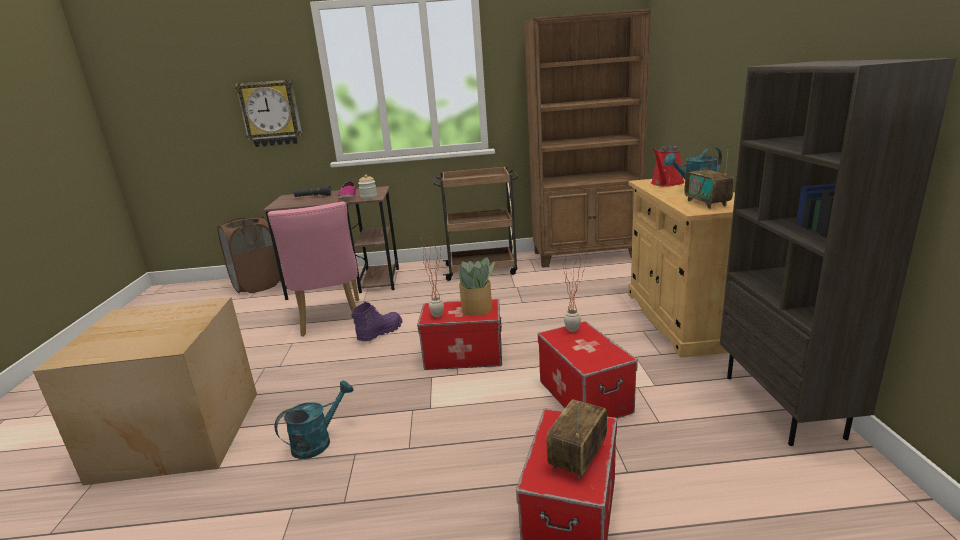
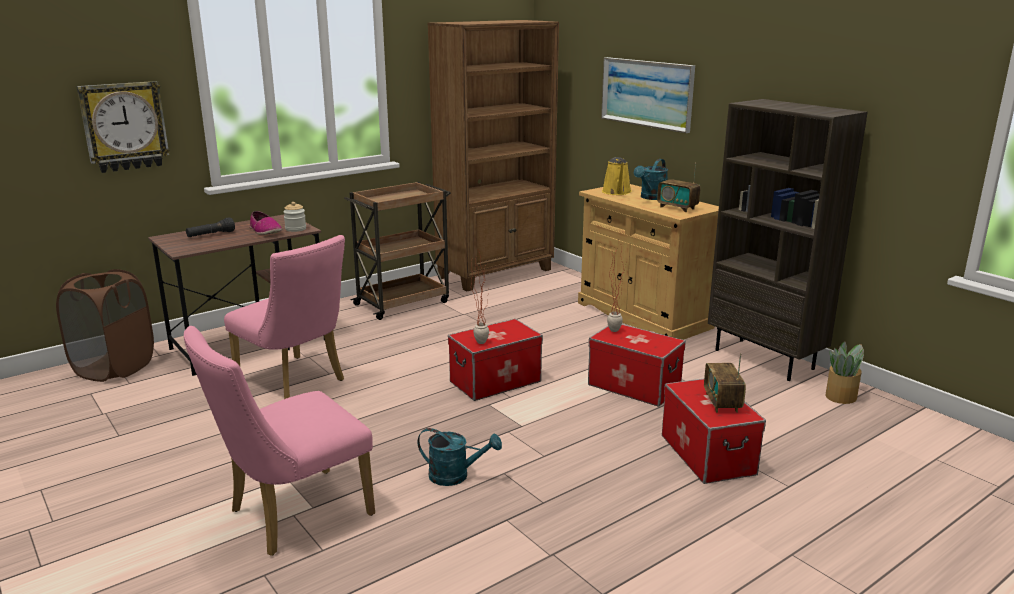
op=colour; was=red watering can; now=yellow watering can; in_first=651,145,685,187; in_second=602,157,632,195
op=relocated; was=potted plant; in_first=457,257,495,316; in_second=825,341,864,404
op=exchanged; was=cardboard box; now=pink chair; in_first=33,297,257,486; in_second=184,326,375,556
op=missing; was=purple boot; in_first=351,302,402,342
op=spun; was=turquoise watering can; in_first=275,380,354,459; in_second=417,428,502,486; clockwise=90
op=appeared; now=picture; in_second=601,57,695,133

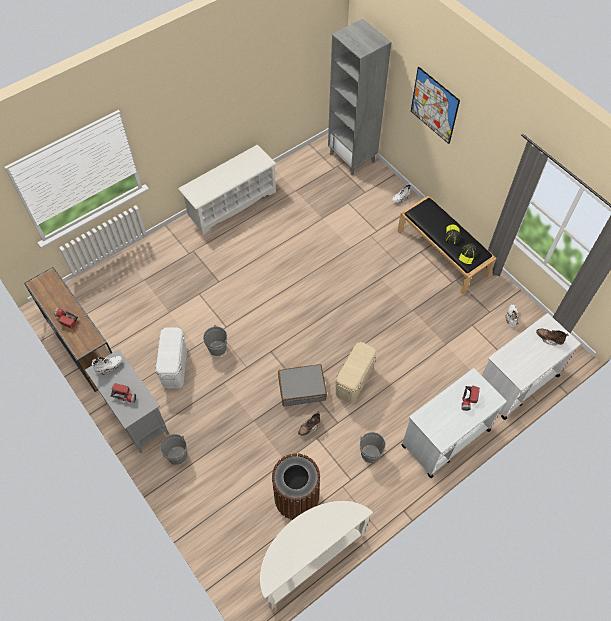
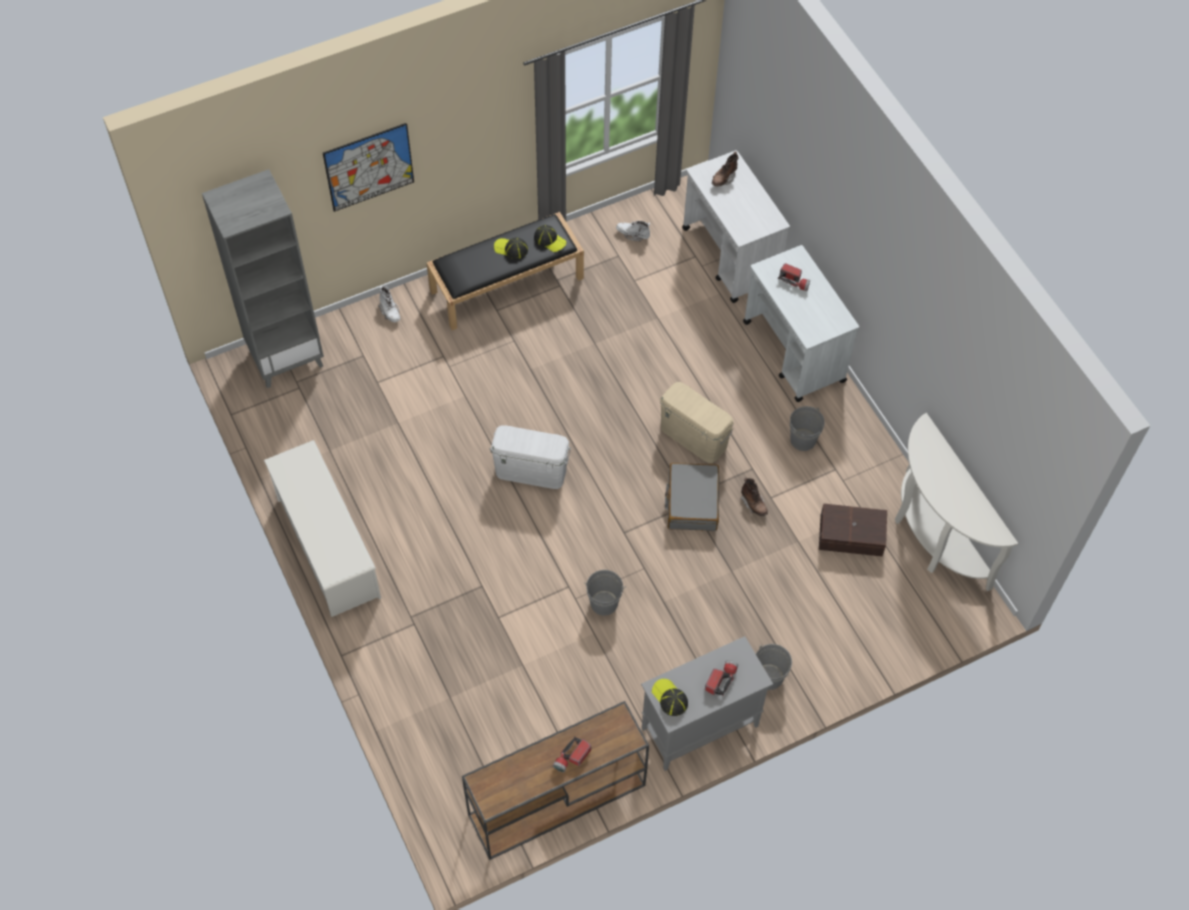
op=relocated; was=white storage box; in_first=155,327,187,388; in_second=489,425,571,489
op=exchanged; was=white boot; now=cap; in_first=91,356,122,376; in_second=652,679,688,716
op=exchanged; was=brown trash can; now=brown storage box; in_first=272,453,320,520; in_second=819,504,887,556

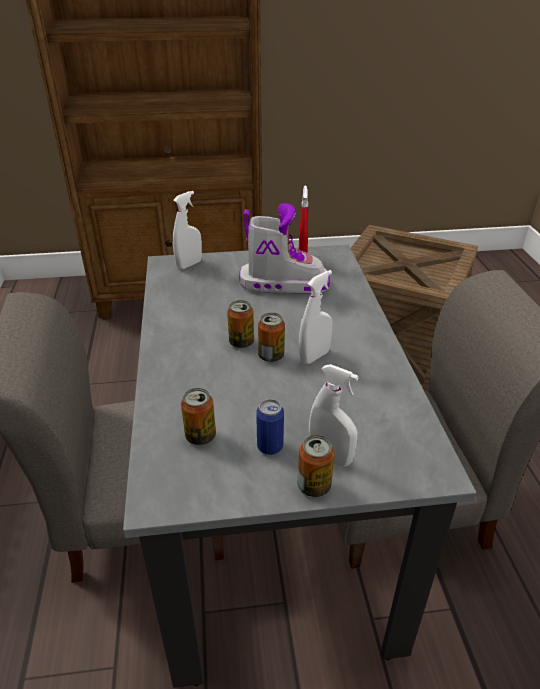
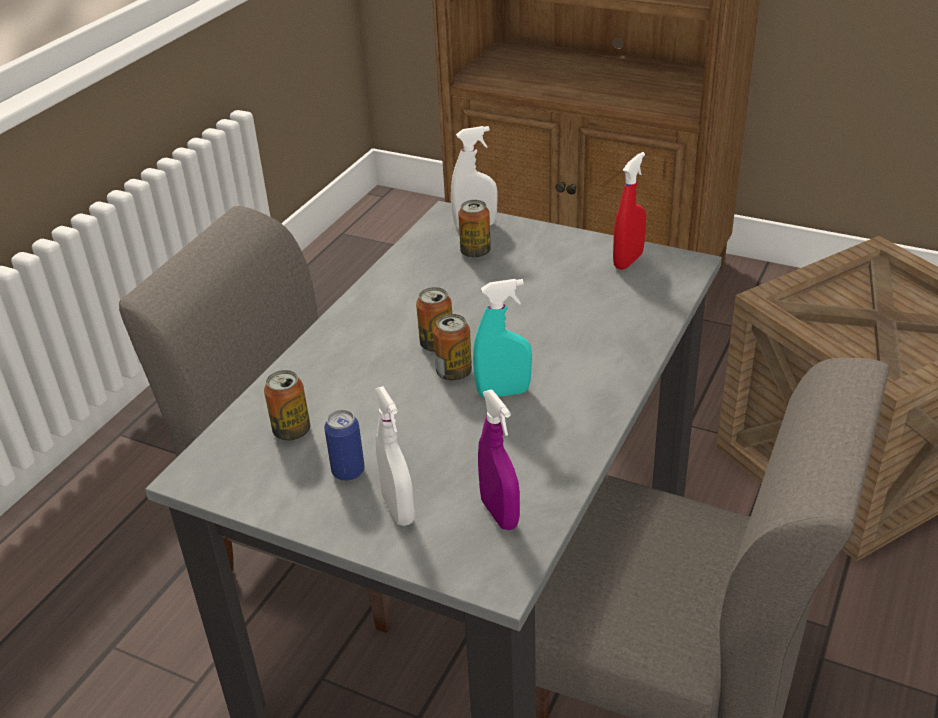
op=missing; was=boot; in_first=239,203,330,293
op=colour; was=white spray bottle; now=turquoise spray bottle; in_first=299,270,332,364; in_second=473,279,532,398
op=relocated; was=can; in_first=298,435,335,497; in_second=458,200,491,258
op=appeared; now=purple spray bottle; in_second=478,390,520,530

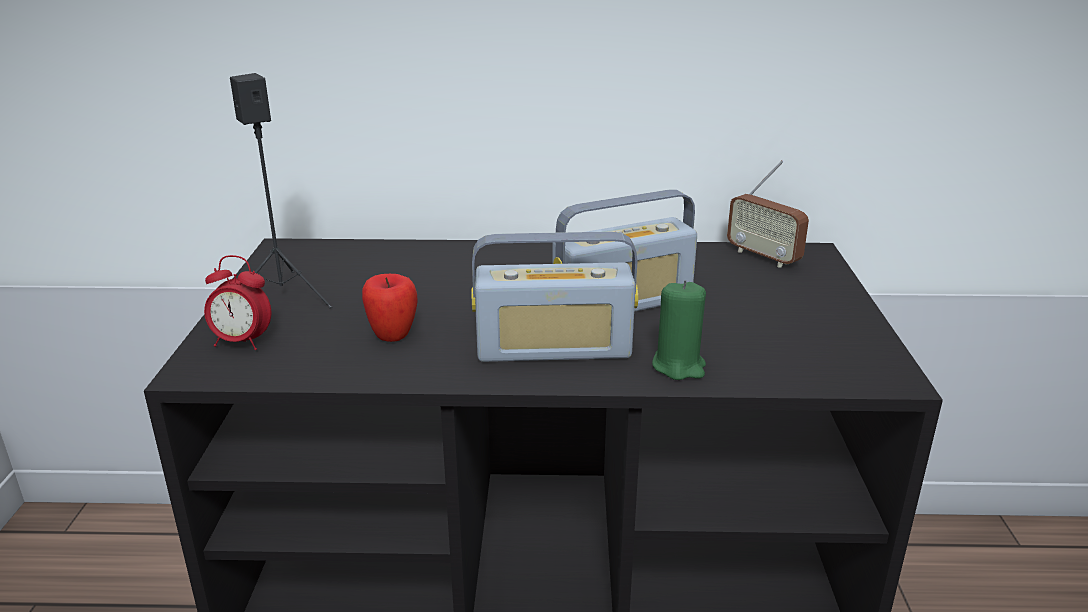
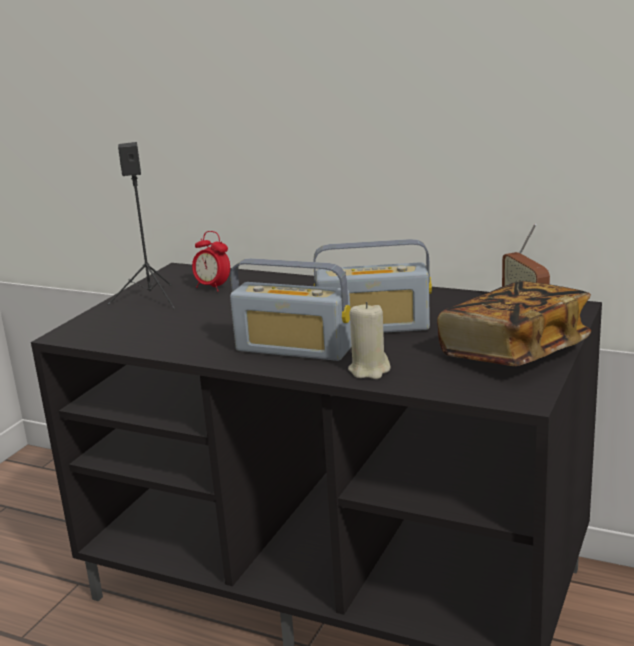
op=relocated; was=alarm clock; in_first=204,255,271,350; in_second=192,231,230,292
op=missing; was=apple; in_first=362,274,418,342
op=colour; was=green candle; now=beige candle; in_first=652,280,706,380; in_second=348,302,390,379
op=appeared; now=book; in_second=437,281,591,366

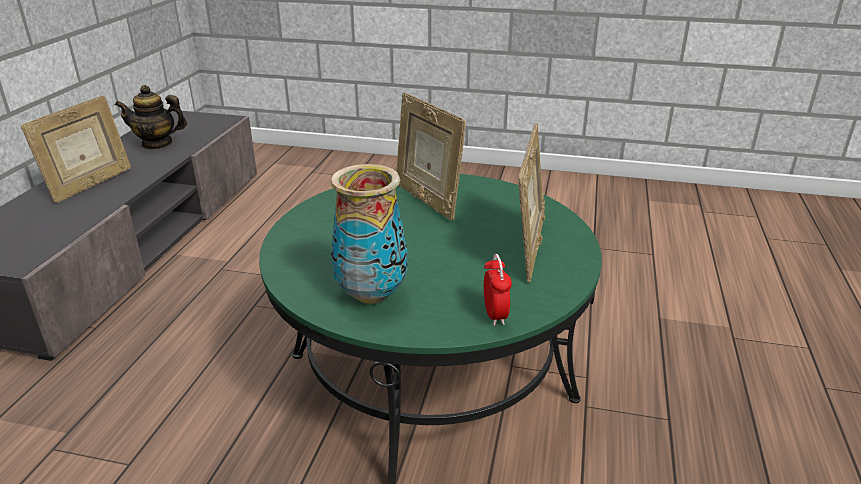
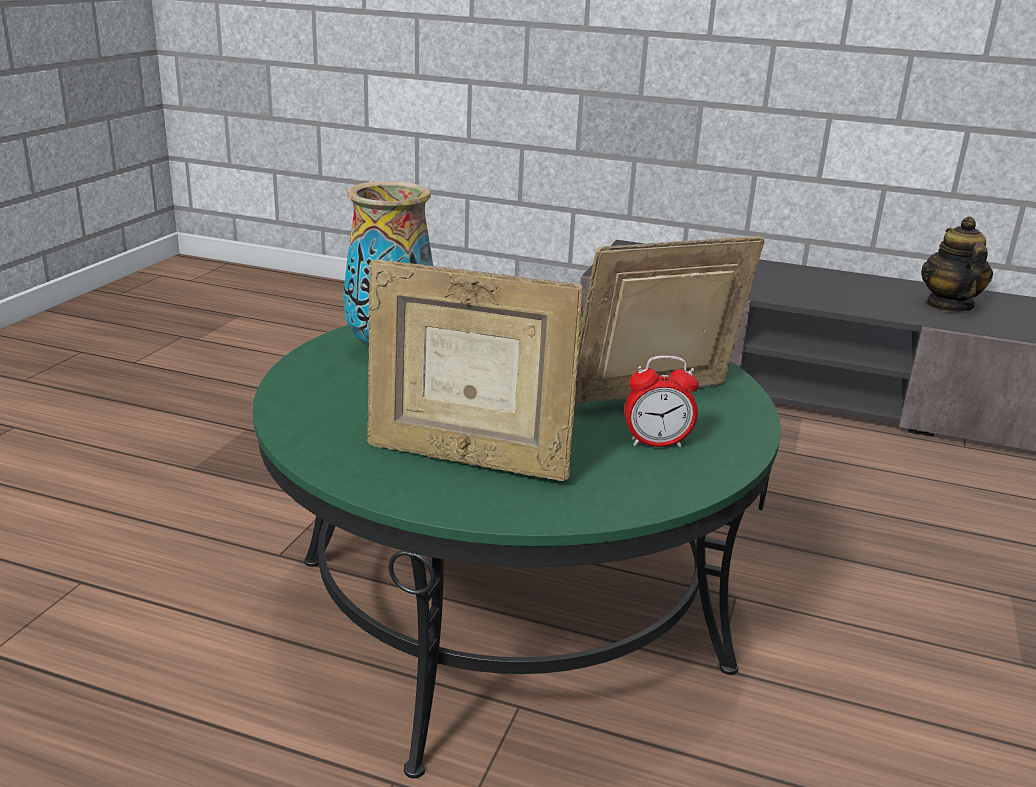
op=missing; was=picture frame; in_first=21,95,131,203
op=relocated; was=alarm clock; in_first=484,254,512,326; in_second=624,355,699,447

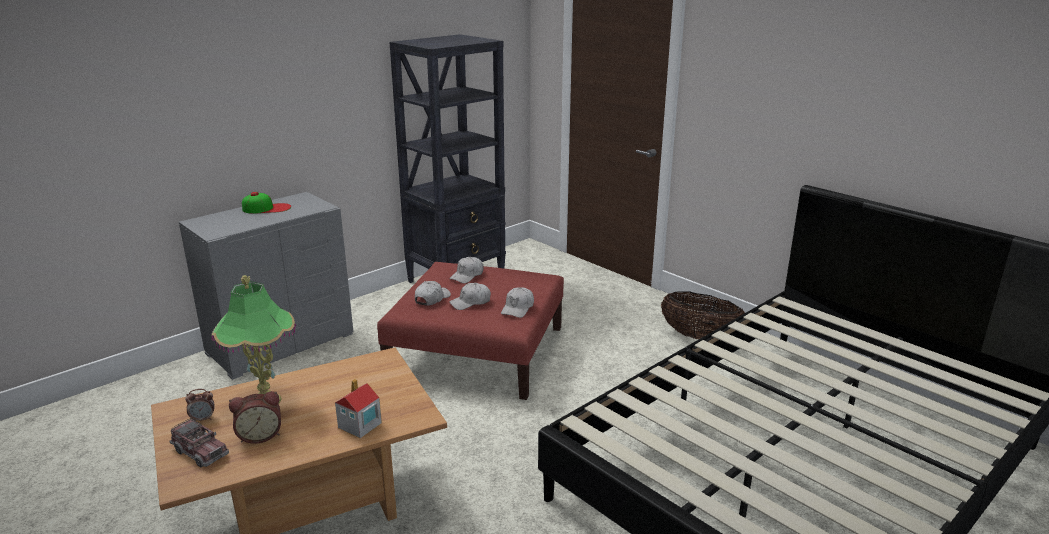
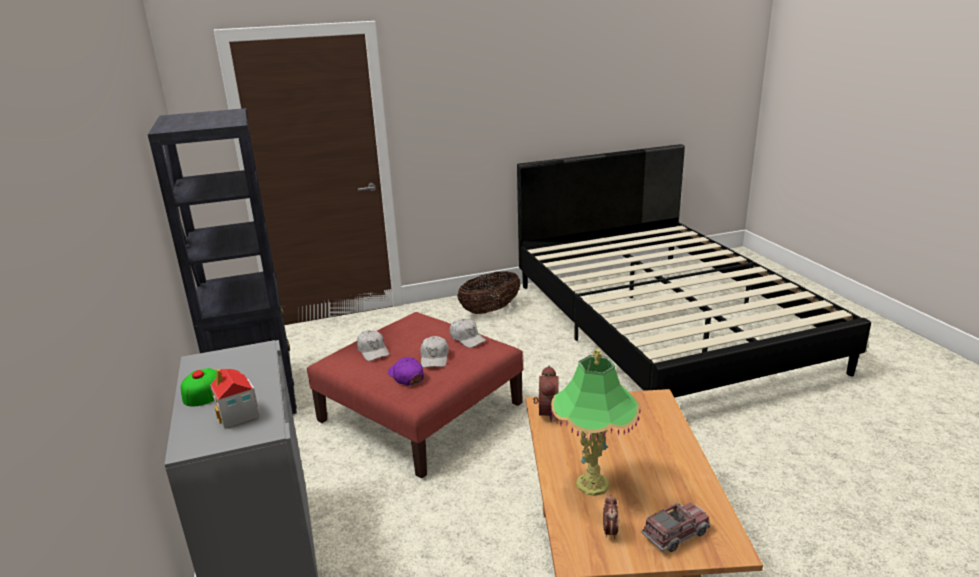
op=colour; was=white cap; now=purple cap; in_first=415,281,451,306; in_second=388,357,424,386
op=relocated; was=toy house; in_first=335,379,382,438; in_second=210,369,259,429
op=relocated; was=alarm clock; in_first=229,391,281,444; in_second=533,366,558,421

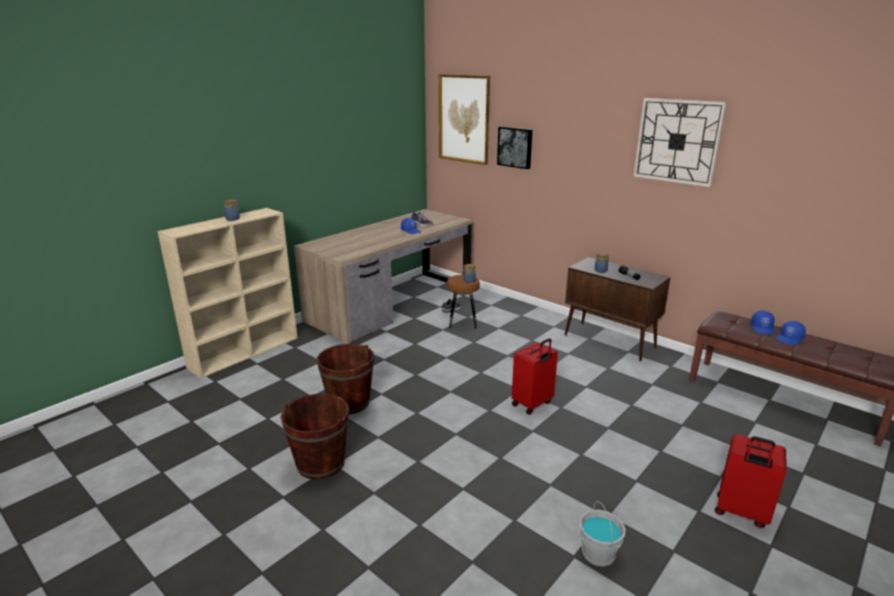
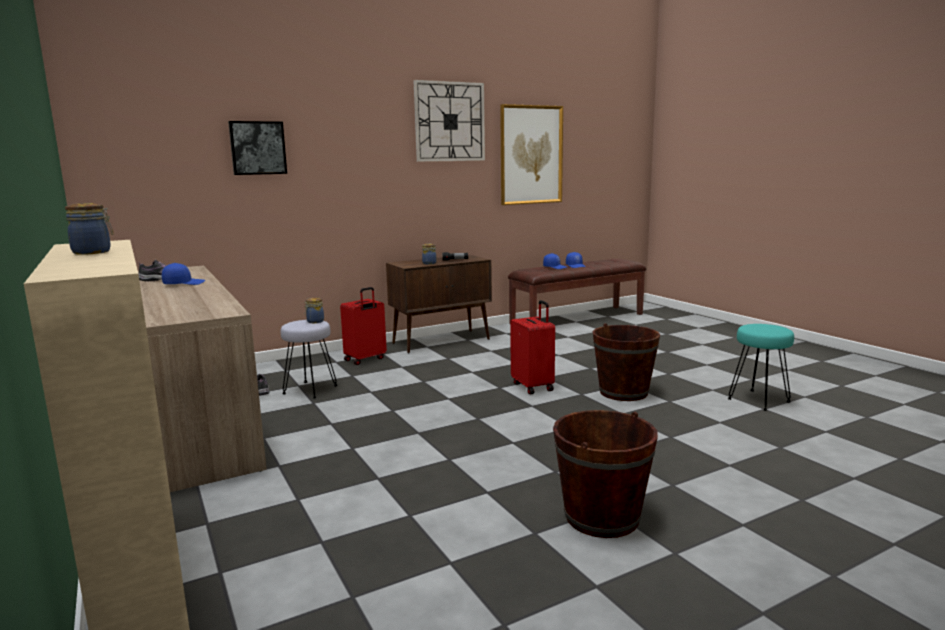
op=relocated; was=picture; in_first=439,74,490,165; in_second=500,104,563,205
op=colour; was=brown stool; now=grey stool; in_first=447,275,480,328; in_second=281,320,338,399
op=relocated; was=brown bucket; in_first=317,344,374,414; in_second=593,323,660,401
op=relocated; was=red suitcase; in_first=715,434,787,528; in_second=340,287,387,365
op=exchanged; was=grey bucket; now=turquoise stool; in_first=579,501,626,567; in_second=728,324,794,411

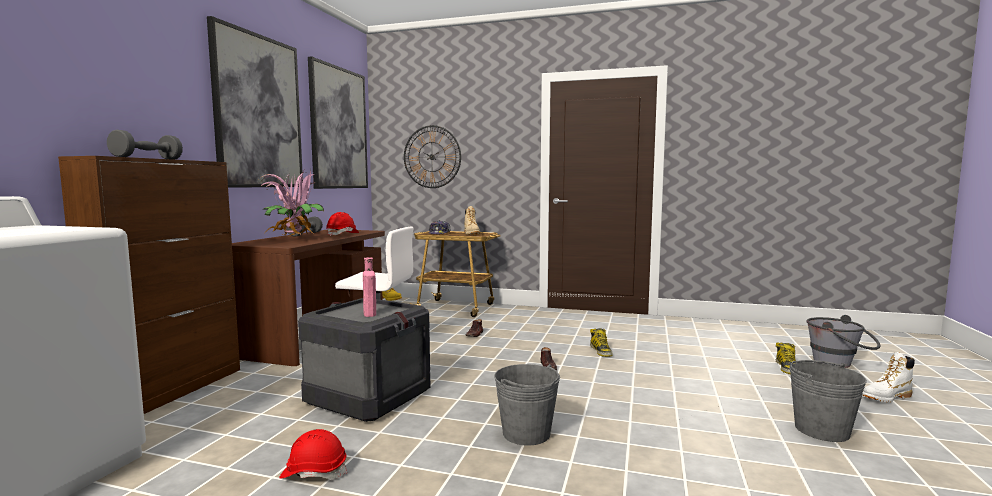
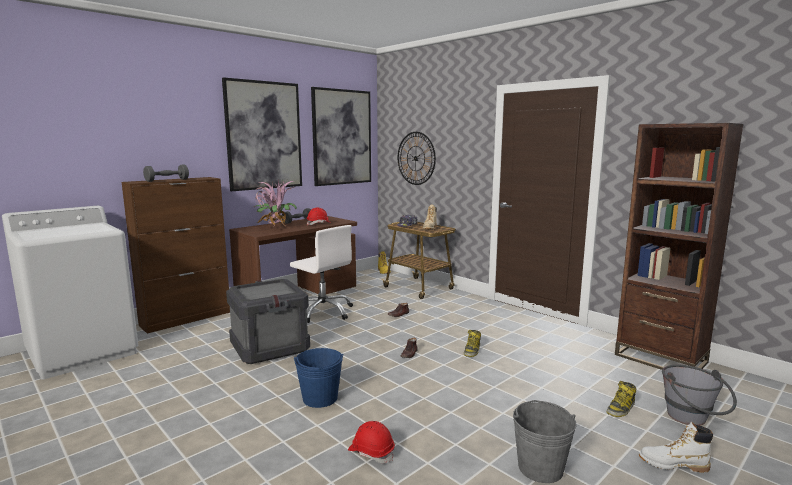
op=missing; was=pink bottle; in_first=363,257,376,317
op=colour; was=grey bucket; now=blue bucket; in_first=494,364,560,445; in_second=294,348,343,408
op=relocated; was=red hard hat; in_first=279,429,347,479; in_second=348,421,395,463
op=appeared; now=brown bookcase; in_second=615,123,744,370

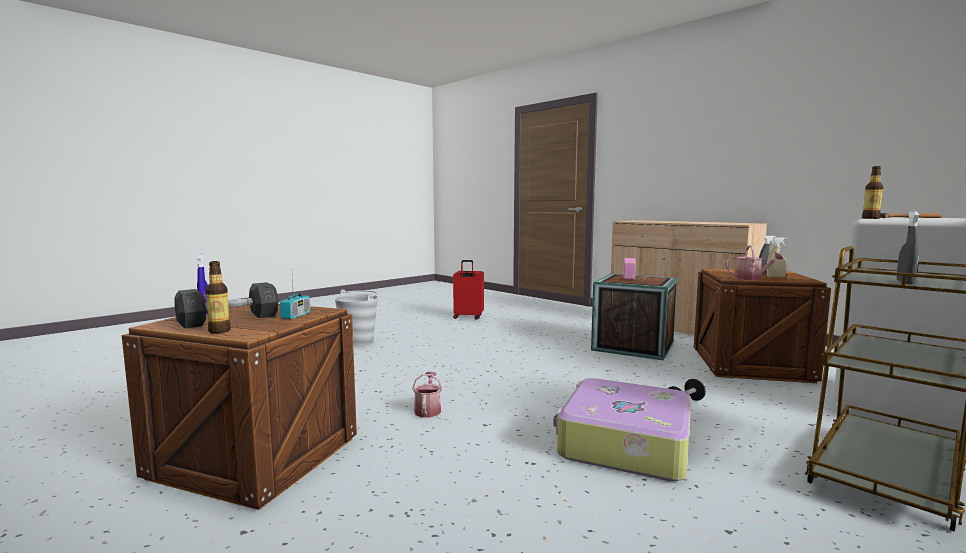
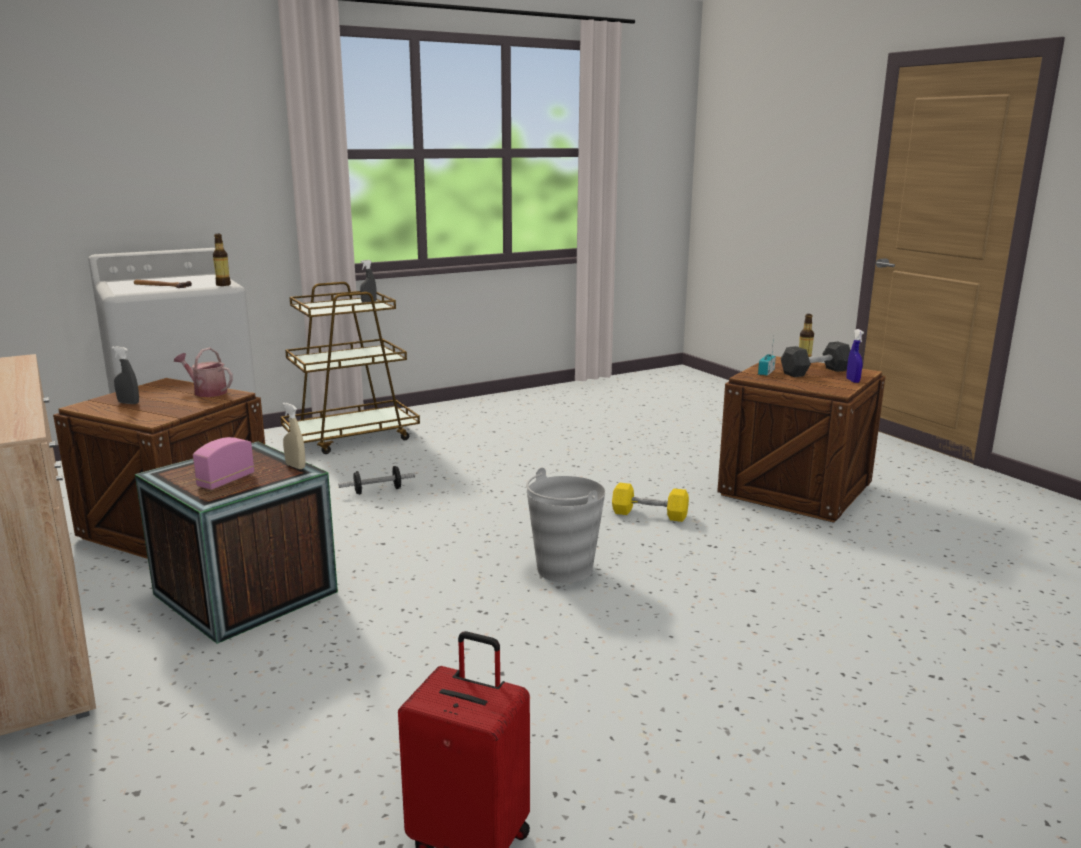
op=relocated; was=beige spray bottle; in_first=767,238,787,277; in_second=283,403,306,469
op=relocated; was=grey bucket; in_first=335,289,378,347; in_second=526,468,605,583
op=exchanged; was=watering can; now=yellow dumbbell; in_first=412,372,442,418; in_second=612,483,689,522
op=missing; was=suitcase; in_first=553,378,691,481

